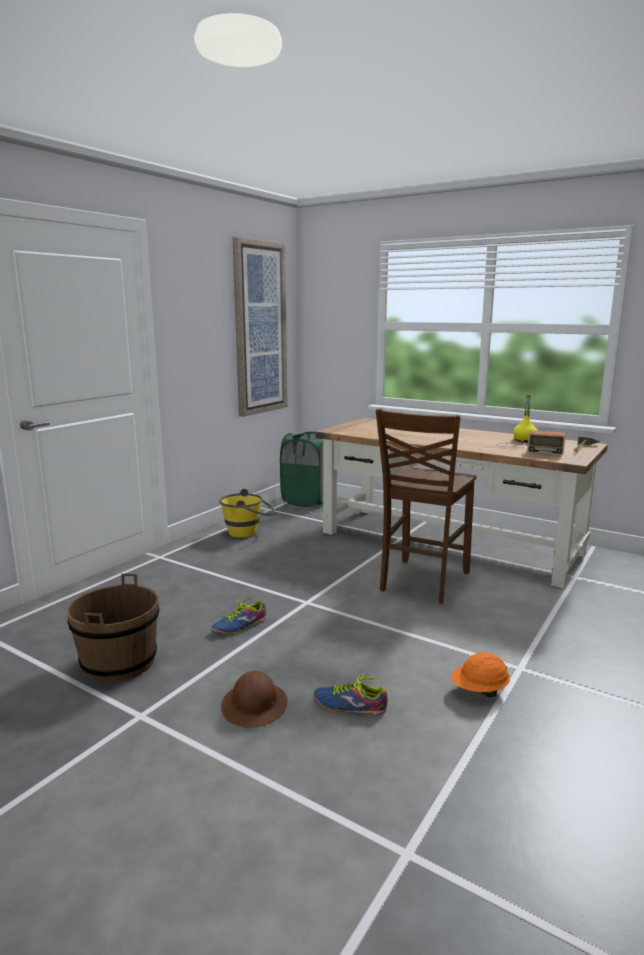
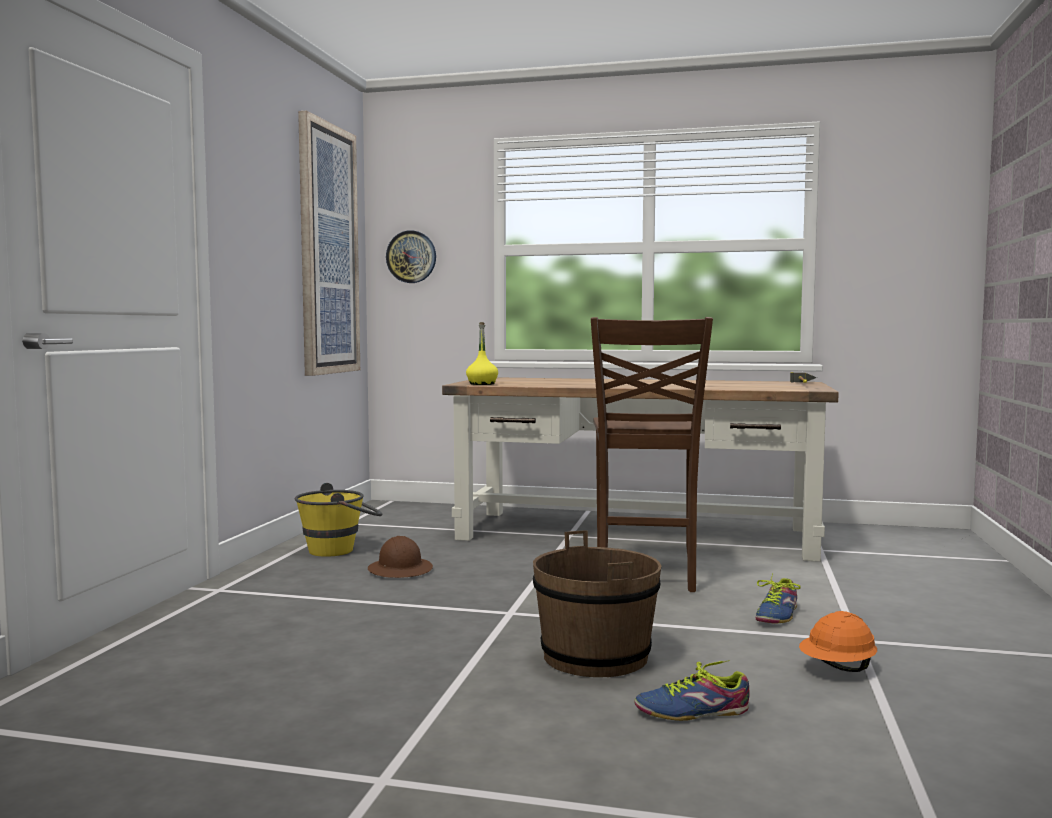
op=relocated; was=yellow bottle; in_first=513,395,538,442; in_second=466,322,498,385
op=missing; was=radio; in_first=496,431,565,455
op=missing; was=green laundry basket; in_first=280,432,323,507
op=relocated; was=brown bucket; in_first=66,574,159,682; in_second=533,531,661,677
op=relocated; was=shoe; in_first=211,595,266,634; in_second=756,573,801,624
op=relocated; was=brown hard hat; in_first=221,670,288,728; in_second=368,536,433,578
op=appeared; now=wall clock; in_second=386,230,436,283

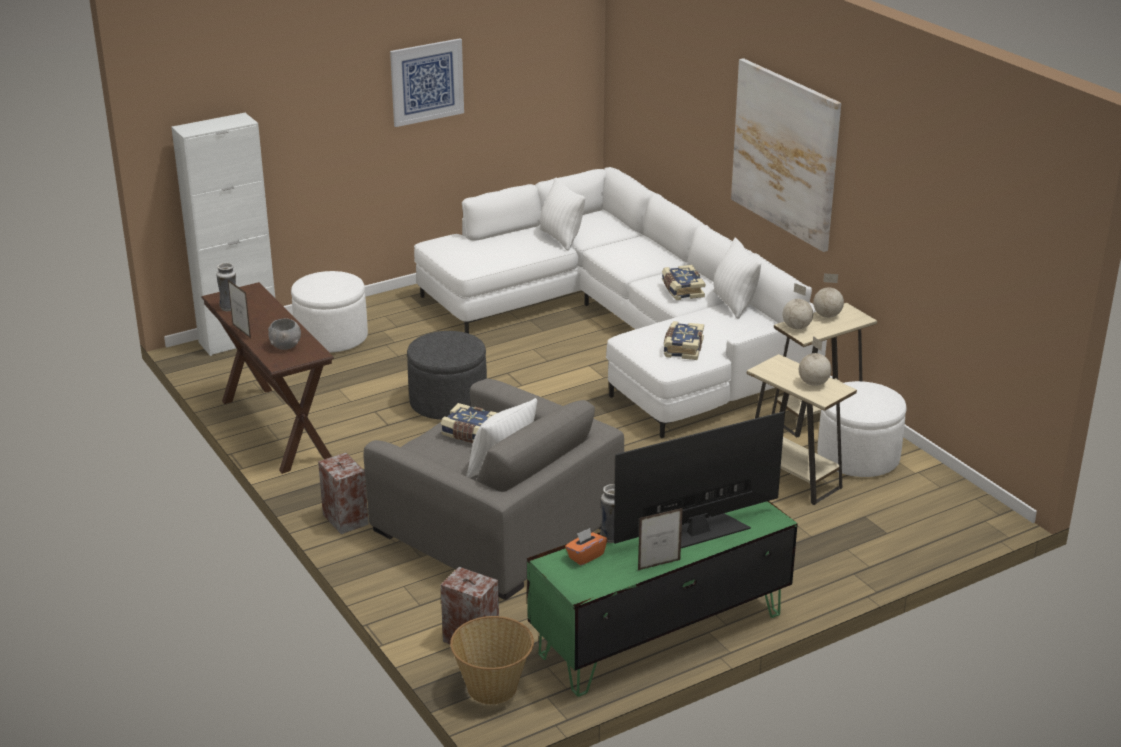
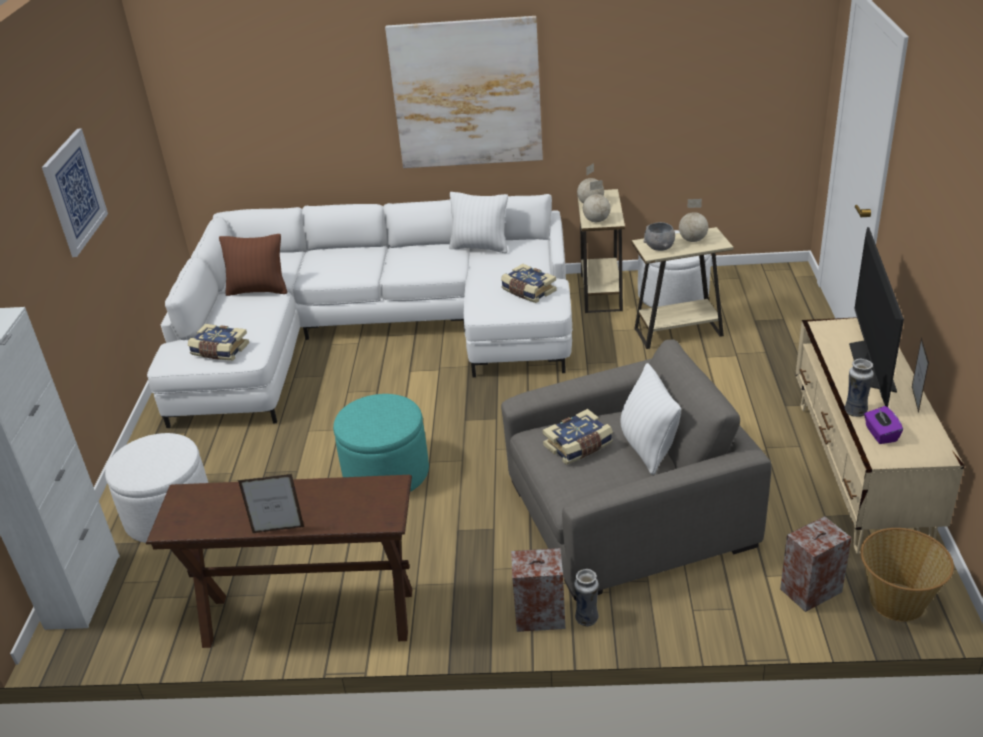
op=colour; was=white pillow; now=brown pillow; in_first=539,178,585,251; in_second=219,234,287,296
op=relocated; was=vase; in_first=216,263,236,311; in_second=574,569,599,627
op=relocated; was=book; in_first=662,265,705,300; in_second=188,324,249,361
op=relocated; was=grey bowl; in_first=268,318,301,350; in_second=643,222,675,251
op=colour; was=grey ottoman; now=turquoise ottoman; in_first=407,331,487,420; in_second=333,394,429,492
op=colour; was=green tv stand; now=beige tv stand; in_first=527,501,798,697; in_second=795,317,964,554
op=colour; was=orange tissue box; now=purple tissue box; in_first=565,528,607,566; in_second=864,406,903,444

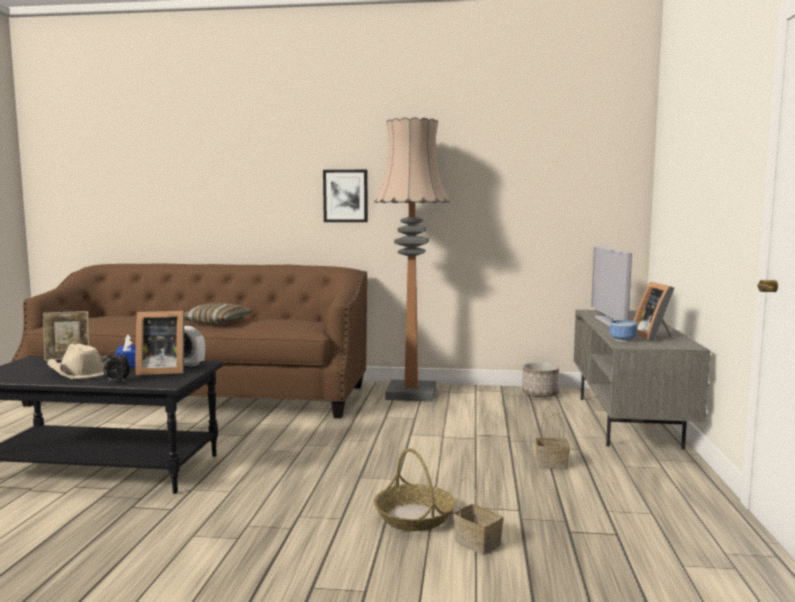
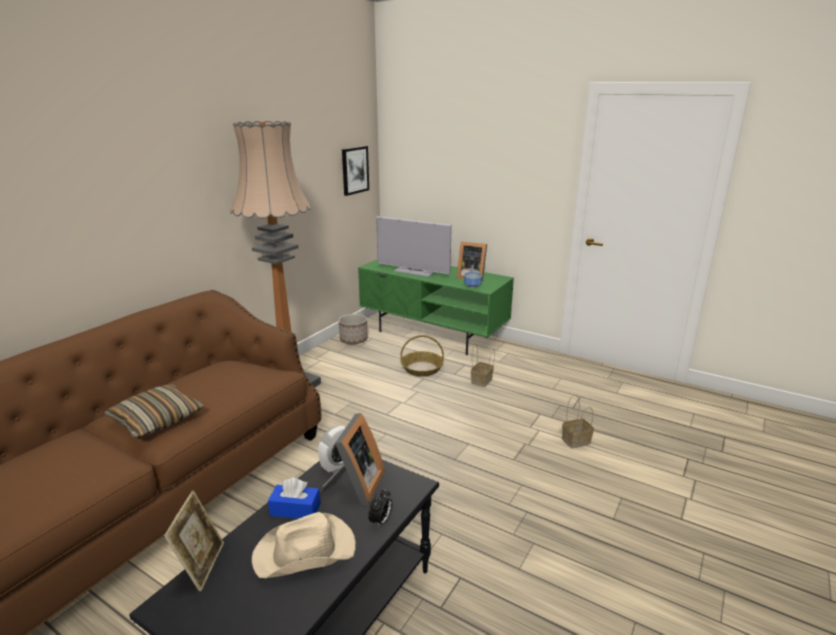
op=relocated; was=picture; in_first=323,170,368,222; in_second=342,146,369,196
op=colour; was=grey tv stand; now=green tv stand; in_first=574,310,711,450; in_second=358,260,514,355
op=relocated; was=basket; in_first=374,448,455,531; in_second=400,335,444,376

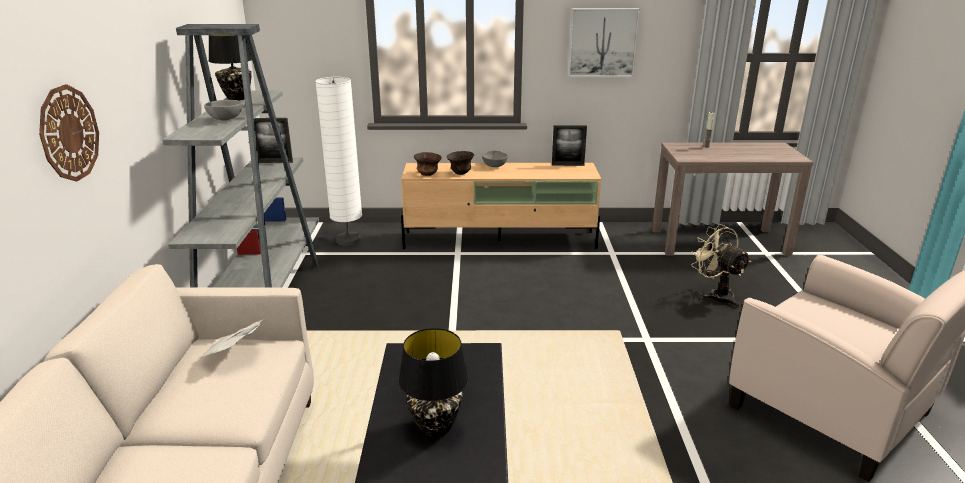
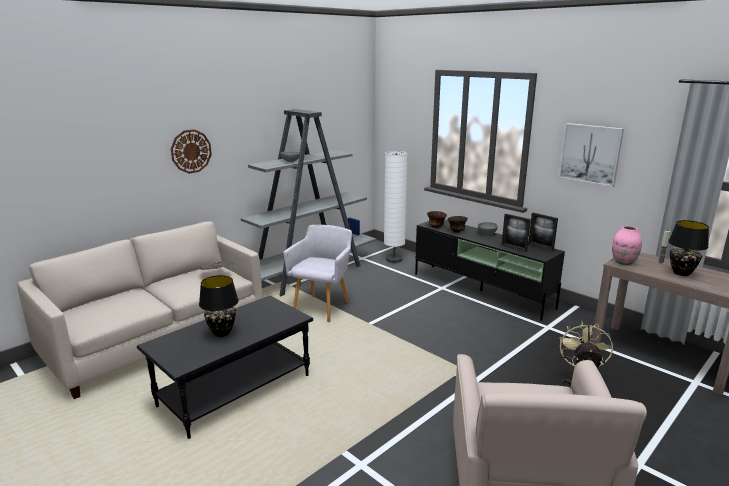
op=relocated; was=black table lamp; in_first=209,35,252,100; in_second=668,220,709,276
op=relocated; was=picture frame; in_first=254,118,293,163; in_second=502,214,531,252
op=colour; was=beige tv stand; now=black tv stand; in_first=401,163,601,249; in_second=415,219,565,321
op=appeared; now=grey armchair; in_second=283,225,352,322
op=appeared; now=pink vase; in_second=612,226,642,265

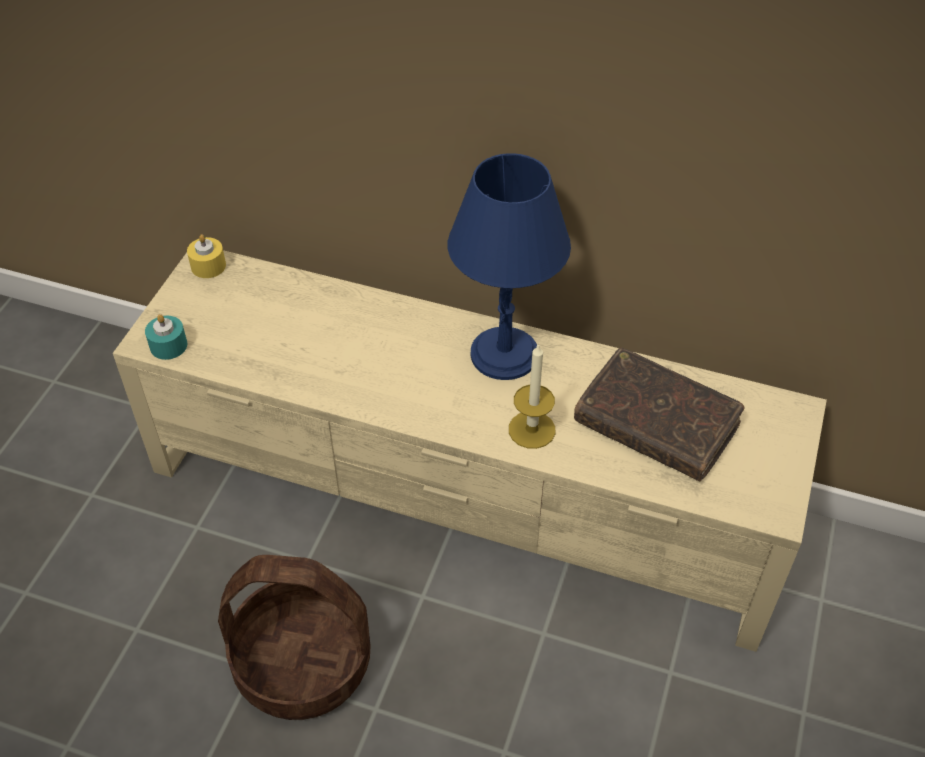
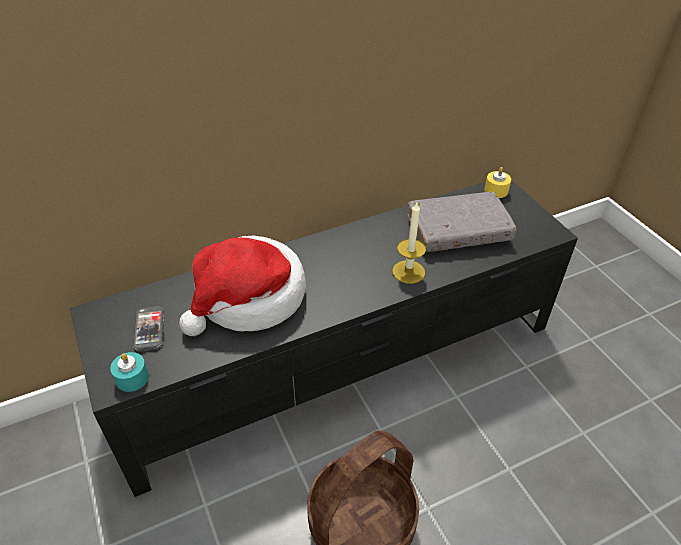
op=missing; was=blue table lamp; in_first=448,153,571,380
op=relocated; was=yellow candle; in_first=187,234,226,278; in_second=484,167,511,198
op=colour; was=beige tv stand; now=black tv stand; in_first=113,250,827,652; in_second=70,180,578,497
op=colour; was=brown book; now=grey book; in_first=574,348,744,481; in_second=407,192,517,252
op=appeared; now=hat; in_second=179,236,306,336
op=appeared; now=phone; in_second=133,306,164,351

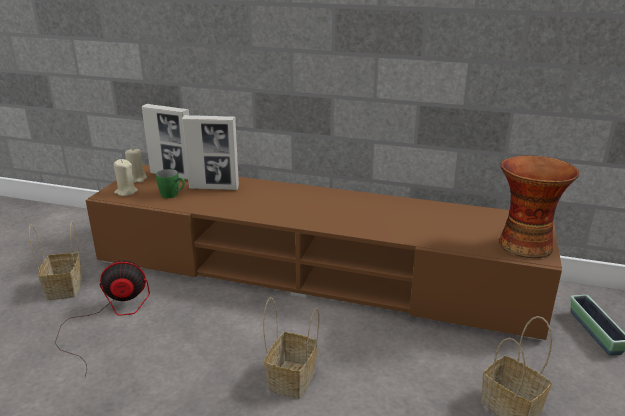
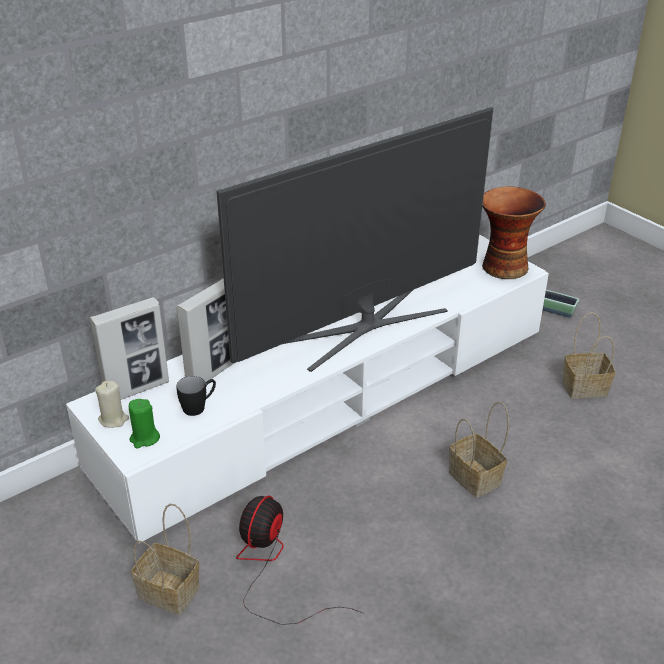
op=colour; was=beige candle; now=green candle; in_first=113,159,138,196; in_second=129,399,160,449
op=colour; was=brown tv stand; now=white tv stand; in_first=86,165,562,340; in_second=66,234,549,543
op=colour; was=green mug; now=black mug; in_first=156,169,185,198; in_second=176,376,216,416
op=appeared; now=television; in_second=216,107,493,372

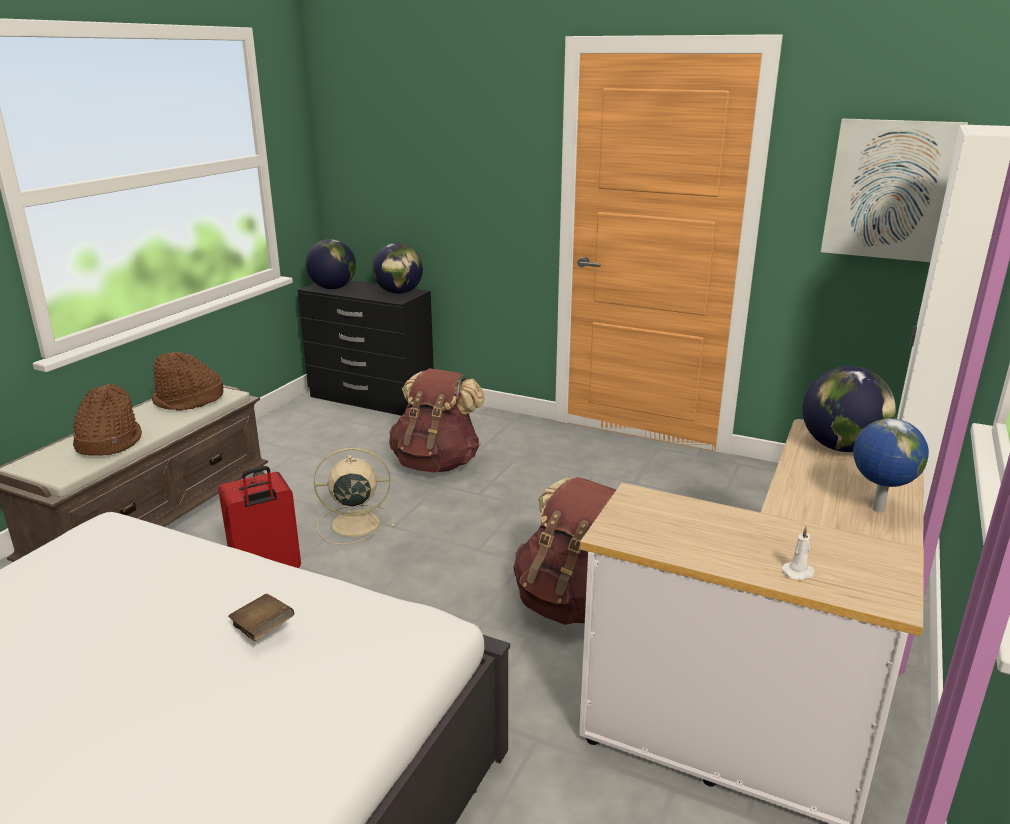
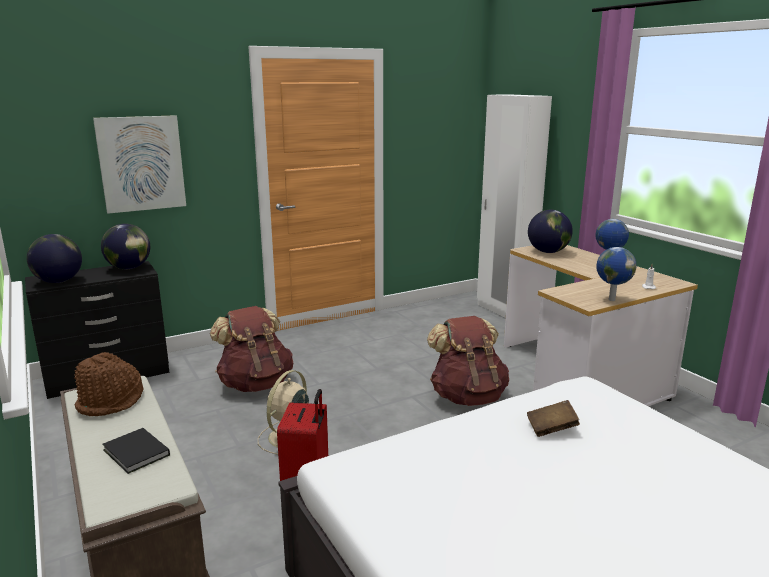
op=relocated; was=picture; in_first=821,119,968,262; in_second=93,115,186,214
op=exchanged; was=brown hat; now=black book; in_first=73,384,142,456; in_second=102,428,170,474
op=appeared; now=globe; in_second=596,247,637,301

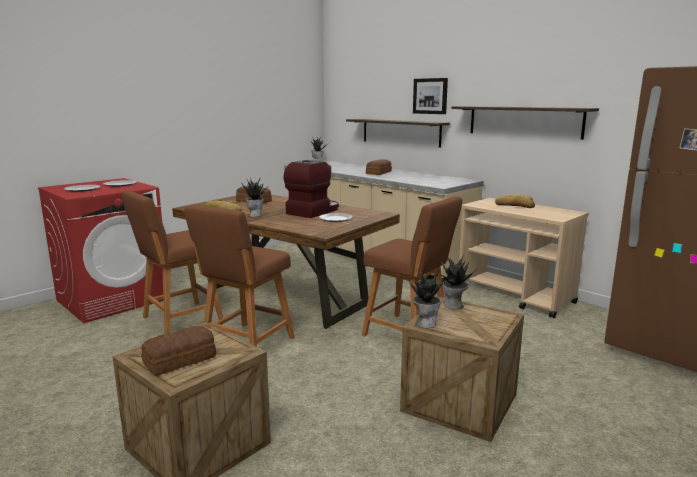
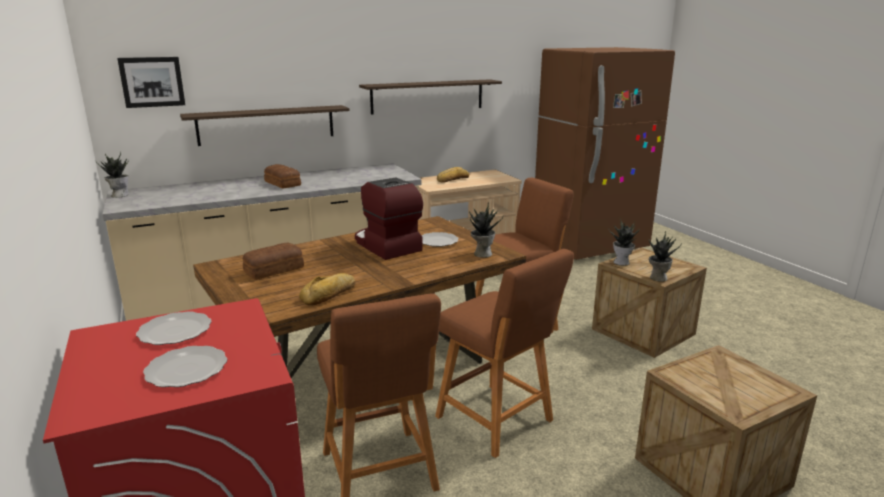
op=relocated; was=picture; in_first=413,78,448,114; in_second=117,57,185,108
op=relocated; was=potted plant; in_first=242,178,267,217; in_second=469,203,503,258
op=missing; was=bread; in_first=141,326,216,376

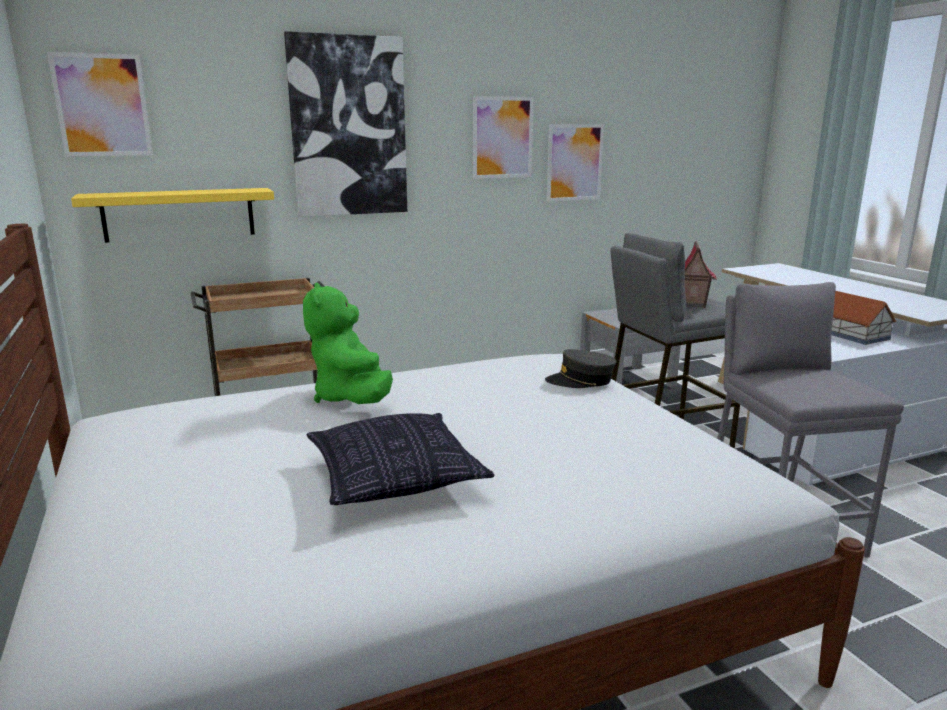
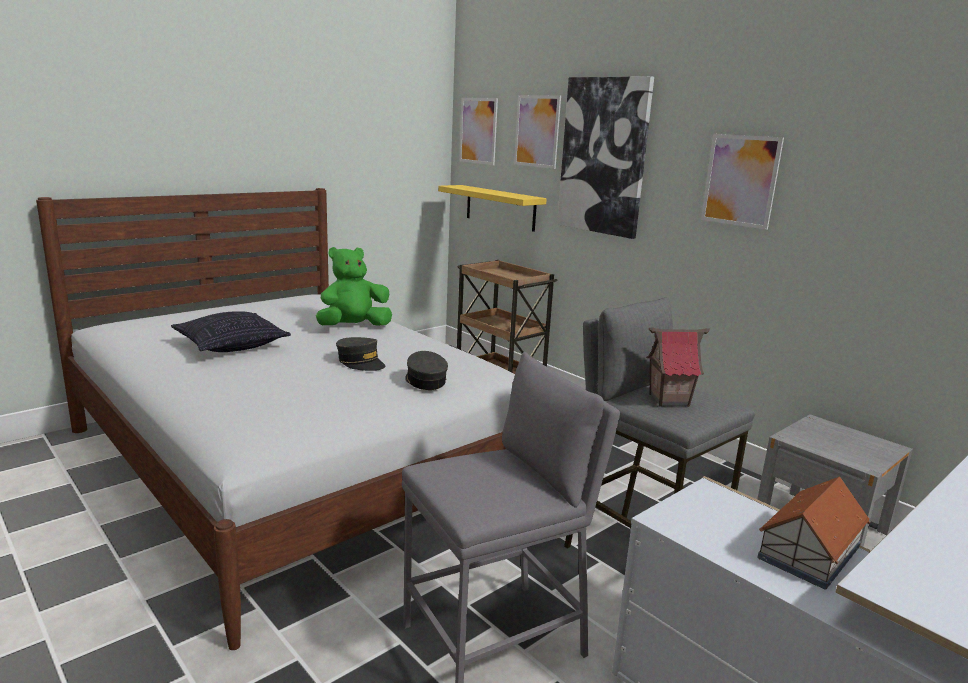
op=relocated; was=picture; in_first=547,124,604,201; in_second=514,95,561,169
op=appeared; now=grey cap; in_second=336,337,385,371

